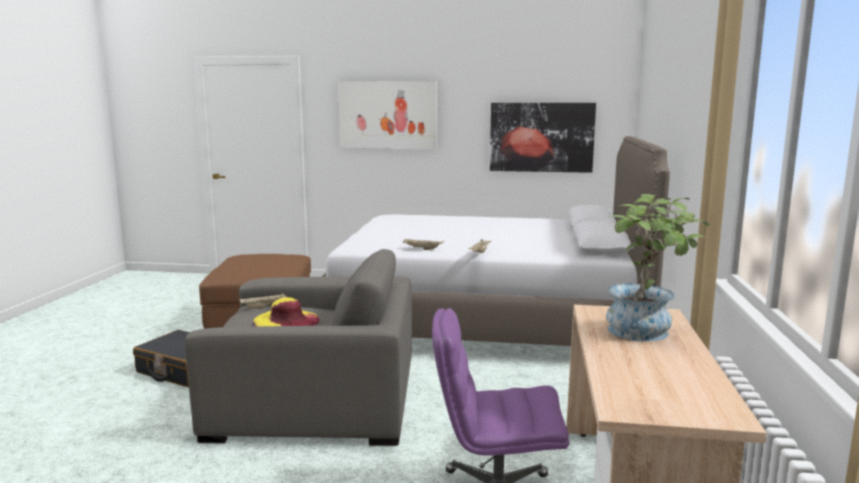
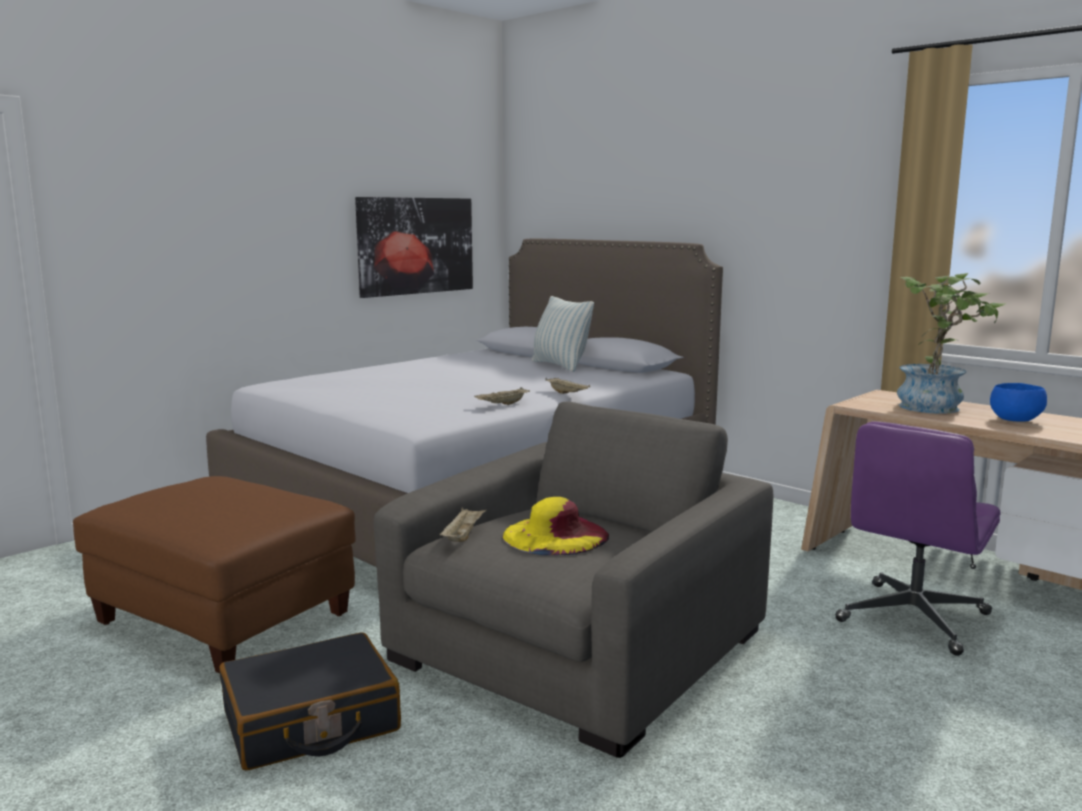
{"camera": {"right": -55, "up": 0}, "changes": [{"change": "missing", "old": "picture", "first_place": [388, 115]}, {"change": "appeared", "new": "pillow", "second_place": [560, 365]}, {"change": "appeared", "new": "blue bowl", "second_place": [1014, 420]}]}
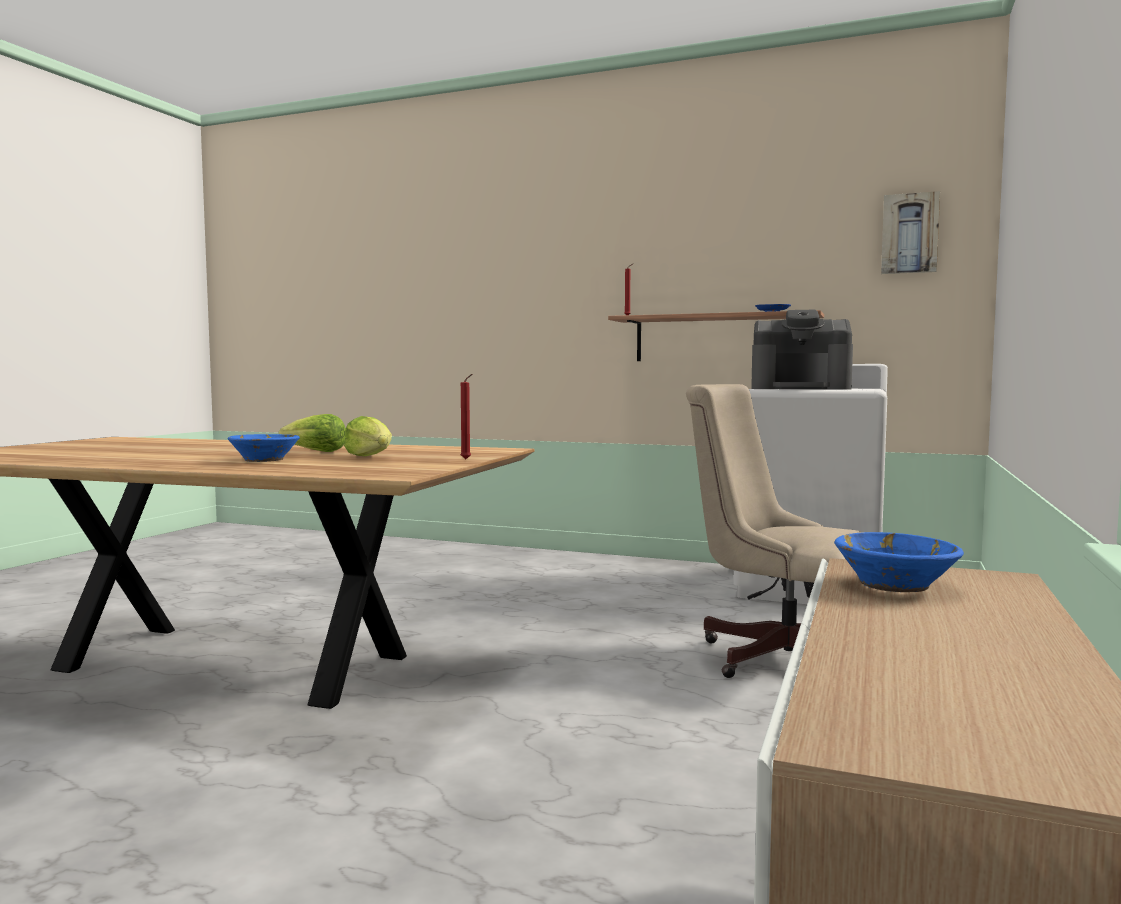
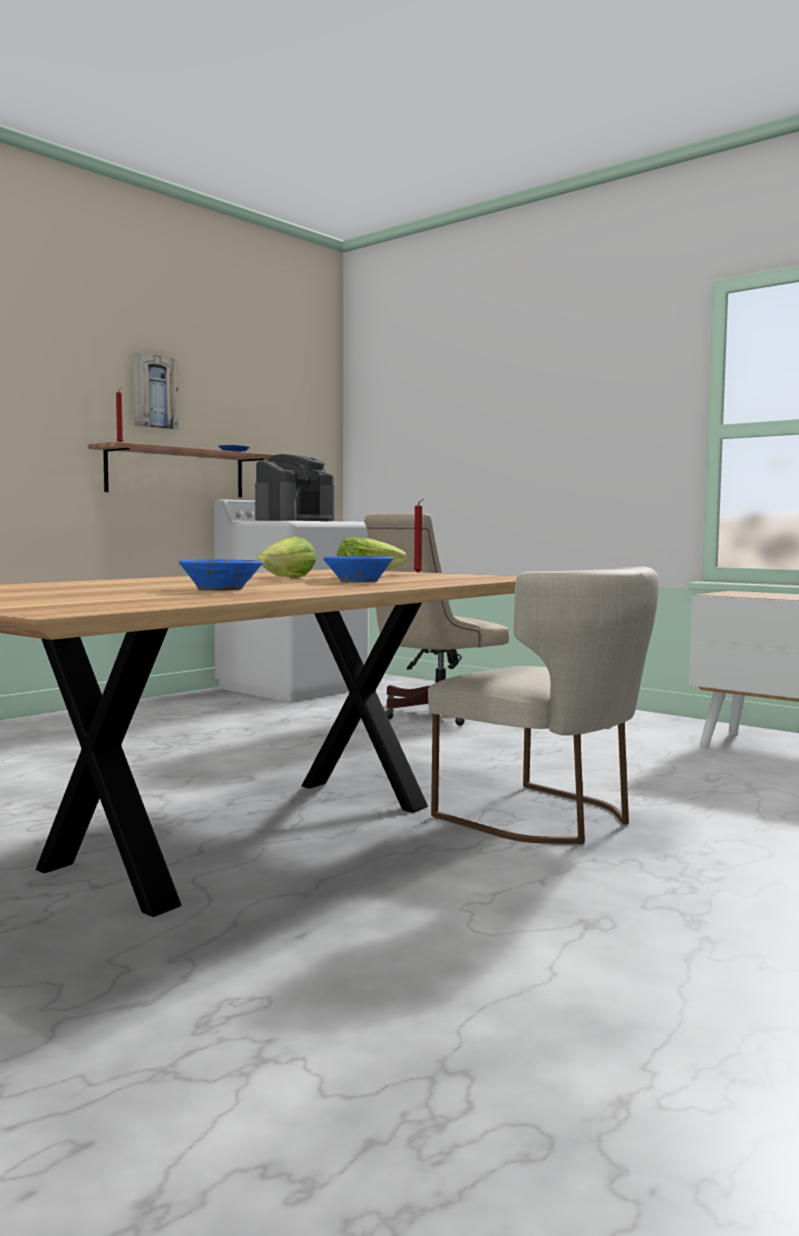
{"camera": {"right": -70, "up": 0}, "changes": [{"change": "relocated", "old": "picture", "first_place": [909, 234], "second_place": [154, 392]}, {"change": "relocated", "old": "blue bowl", "first_place": [896, 585], "second_place": [221, 589]}, {"change": "appeared", "new": "beige chair", "second_place": [547, 818]}]}
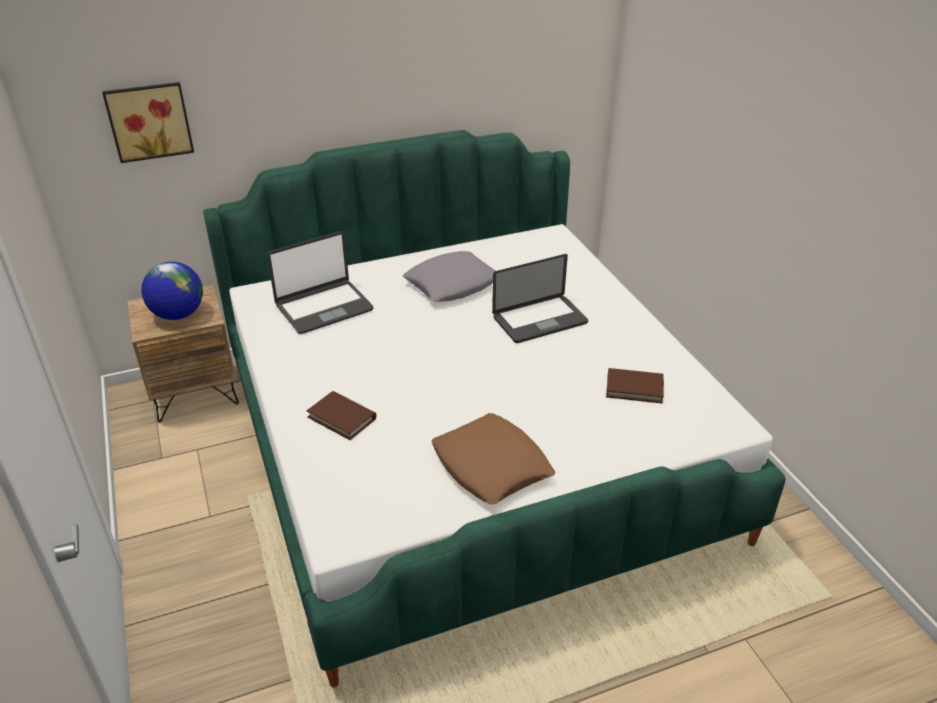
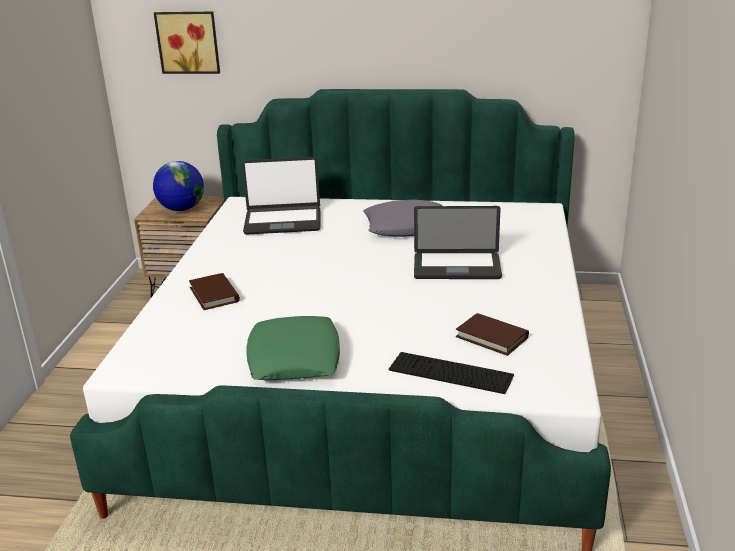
{"camera": {"right": 30, "up": -10}, "changes": [{"change": "colour", "old": "brown pillow", "new": "green pillow", "first_place": [491, 466], "second_place": [294, 358]}, {"change": "appeared", "new": "keyboard", "second_place": [450, 373]}]}
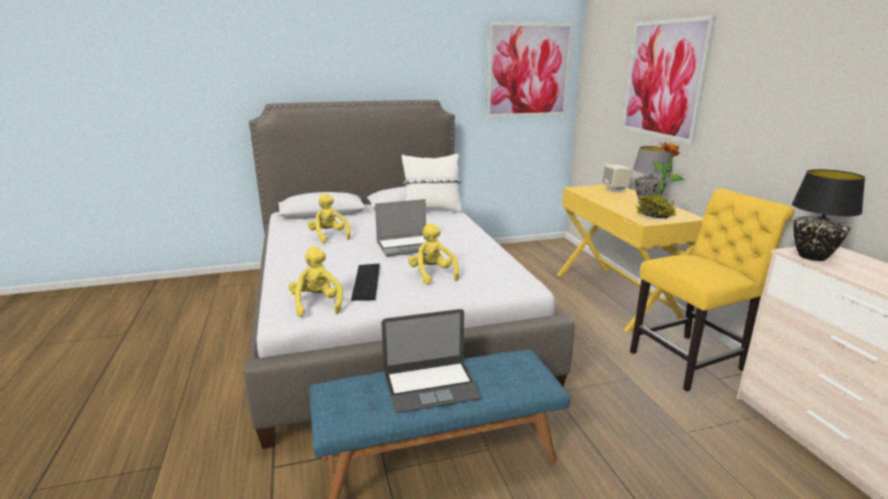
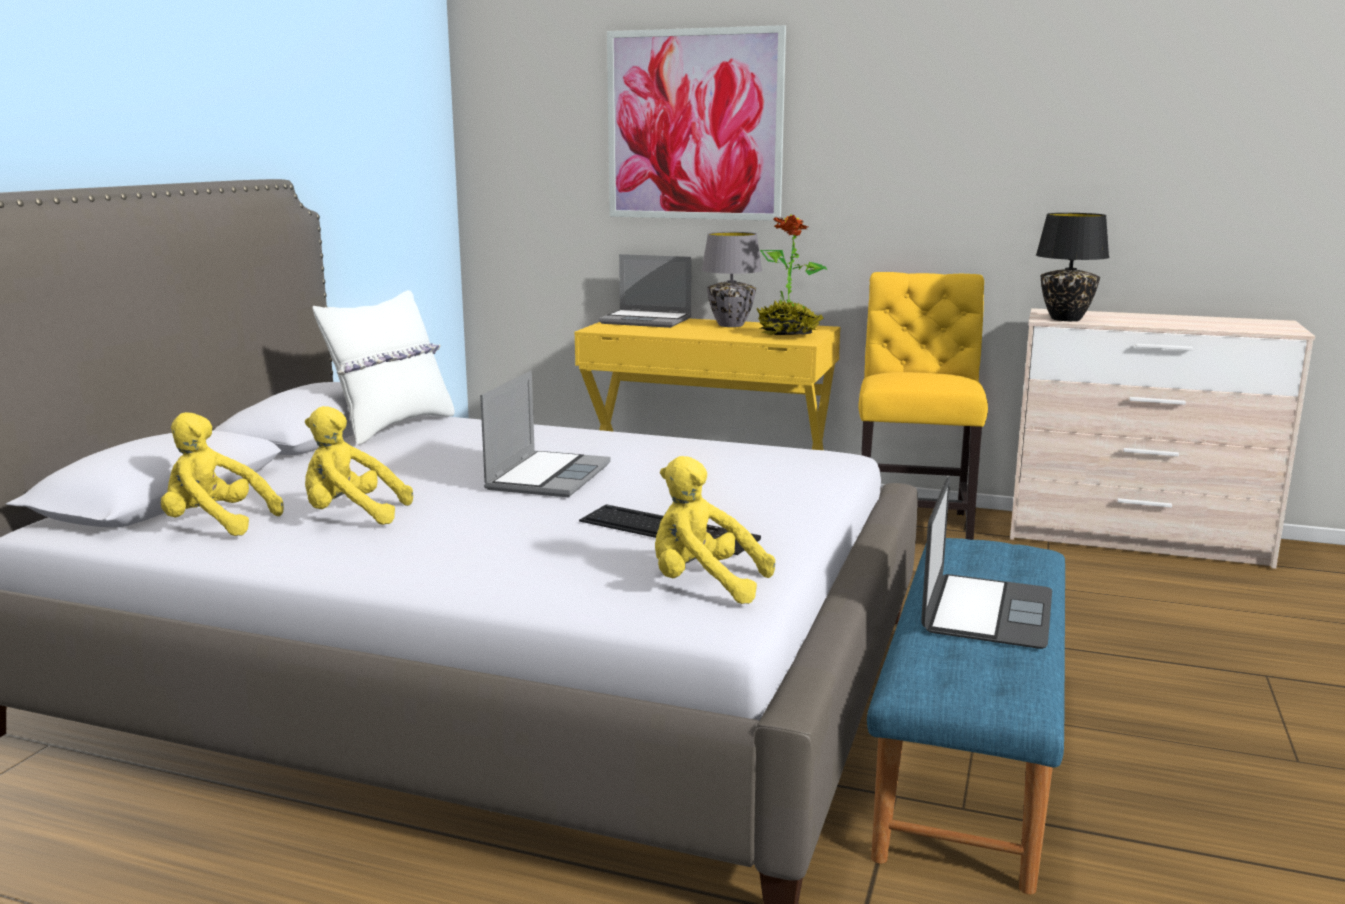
{"camera": {"right": -55, "up": -5}, "changes": [{"change": "missing", "old": "picture", "first_place": [528, 70]}, {"change": "exchanged", "old": "beige speaker", "new": "laptop", "first_place": [615, 190], "second_place": [647, 321]}, {"change": "relocated", "old": "yellow plush toy", "first_place": [432, 275], "second_place": [215, 524]}]}
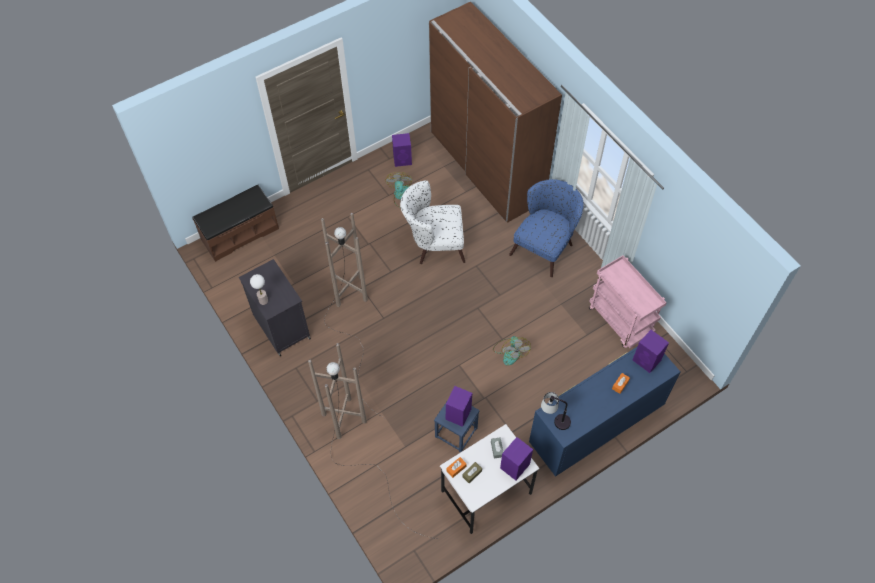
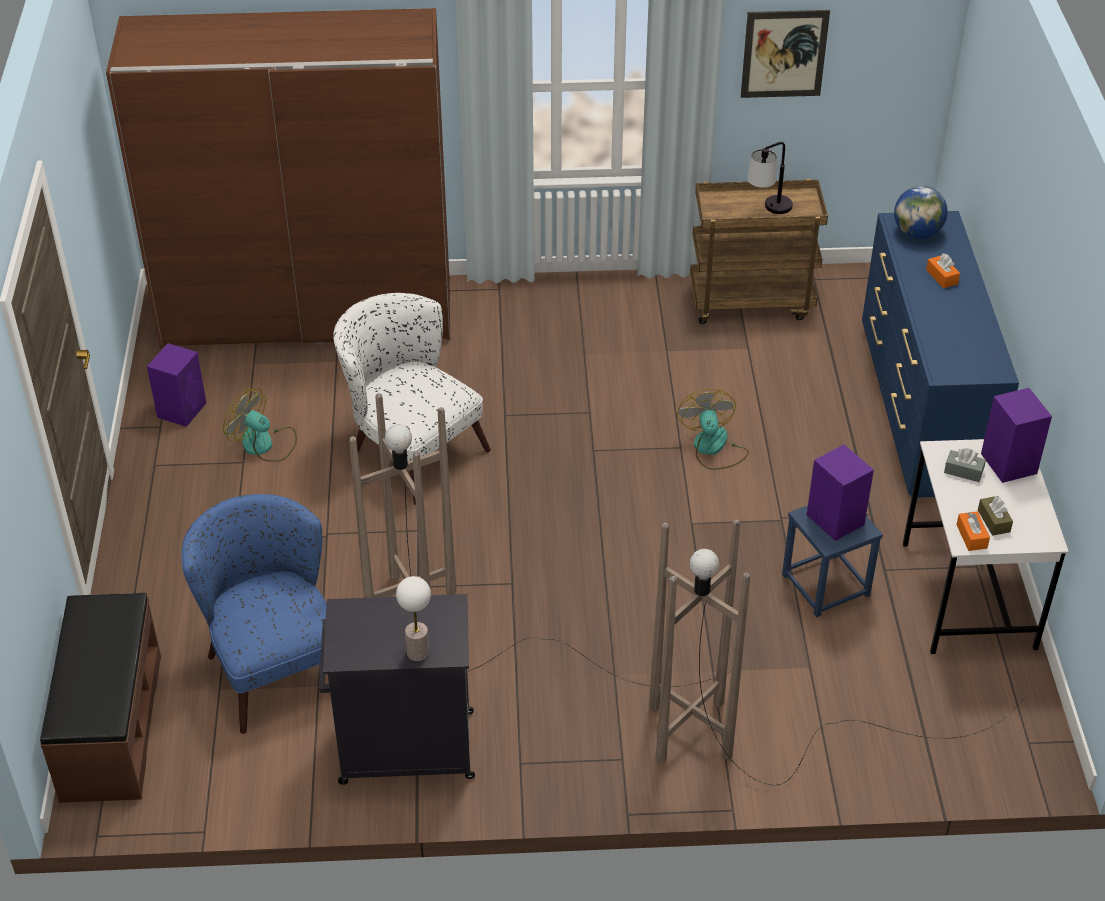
{"camera": {"right": -60, "up": -15}, "changes": [{"change": "relocated", "old": "blue armchair", "first_place": [545, 245], "second_place": [274, 662]}, {"change": "spun", "old": "white armchair", "first_place": [434, 244], "second_place": [409, 448], "degrees": 105}, {"change": "colour", "old": "pink cart", "new": "brown cart", "first_place": [621, 321], "second_place": [751, 301]}, {"change": "exchanged", "old": "purple speaker", "new": "globe", "first_place": [647, 360], "second_place": [917, 233]}, {"change": "spun", "old": "fan", "first_place": [510, 351], "second_place": [713, 448], "degrees": -120}, {"change": "relocated", "old": "table lamp", "first_place": [554, 419], "second_place": [768, 211]}, {"change": "appeared", "new": "picture", "second_place": [784, 54]}]}
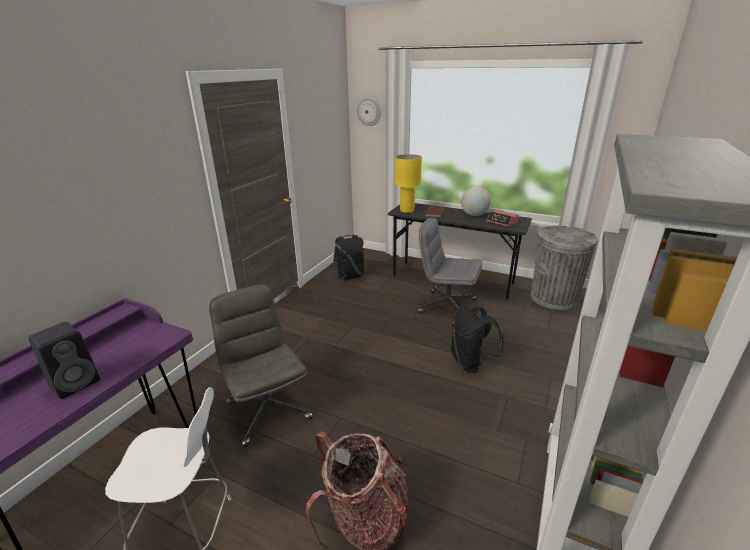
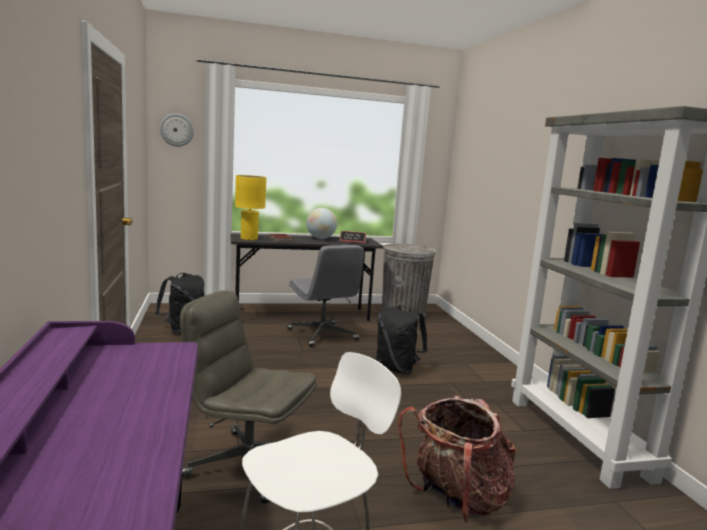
{"camera": {"right": -40, "up": -15}, "changes": [{"change": "spun", "old": "grey office chair", "first_place": [446, 306], "second_place": [323, 335], "degrees": -105}, {"change": "missing", "old": "black speaker", "first_place": [76, 382]}]}
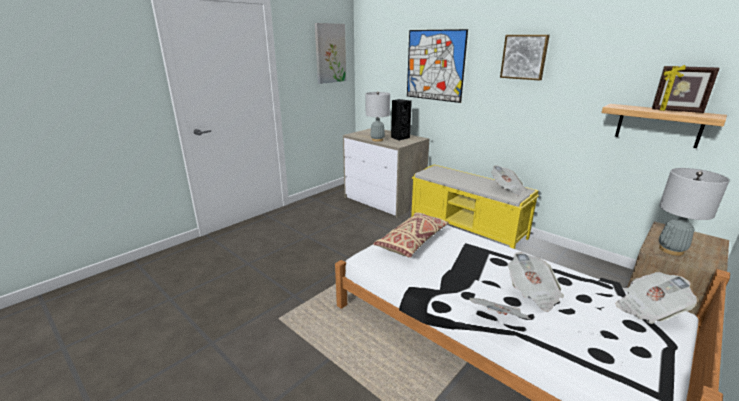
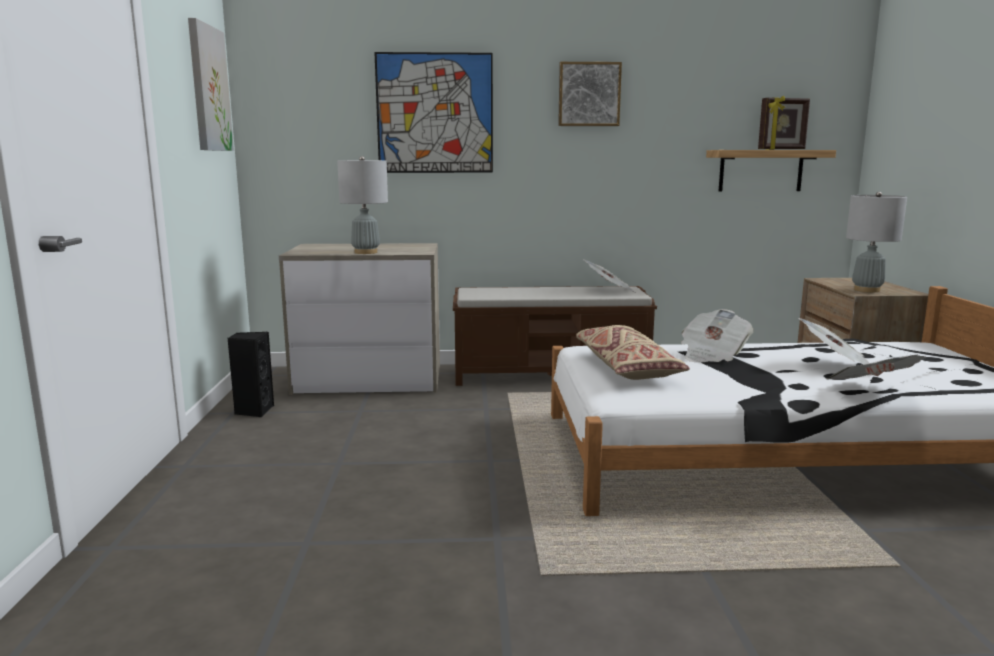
{"camera": {"right": -45, "up": -10}, "changes": [{"change": "relocated", "old": "black speaker", "first_place": [399, 138], "second_place": [254, 411]}, {"change": "colour", "old": "yellow bench", "new": "brown bench", "first_place": [467, 227], "second_place": [551, 374]}, {"change": "relocated", "old": "newspaper", "first_place": [648, 309], "second_place": [712, 355]}]}
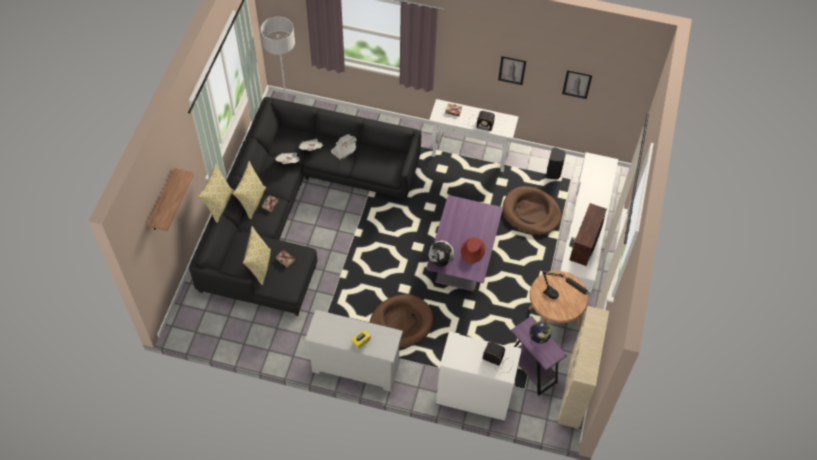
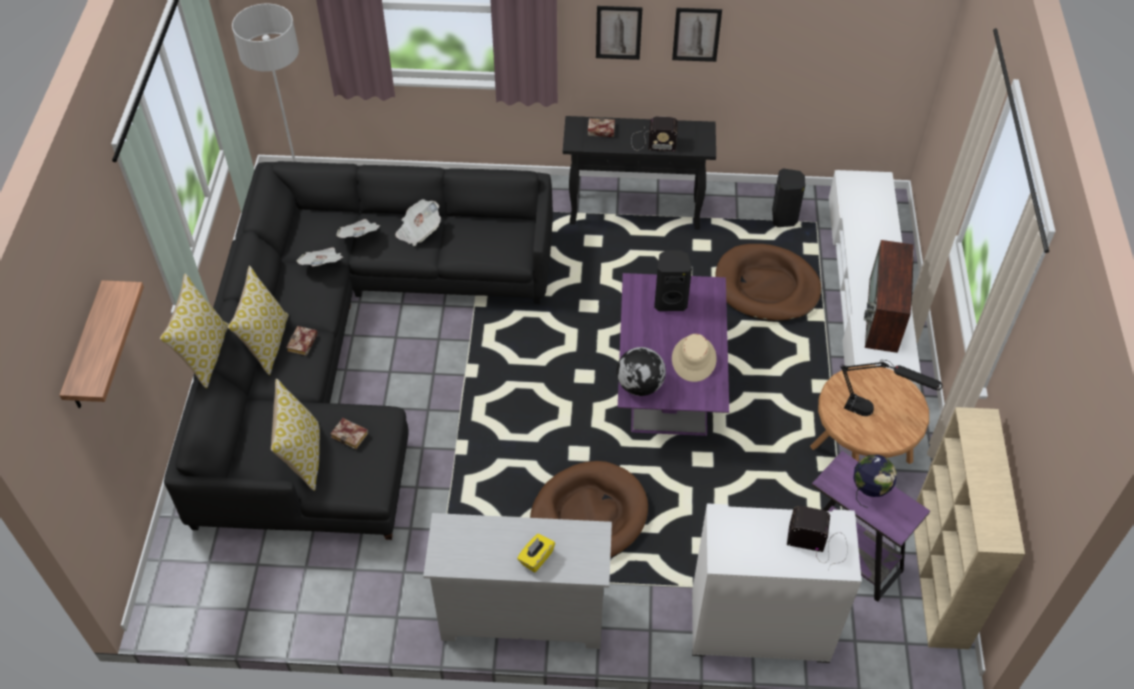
{"camera": {"right": -10, "up": -5}, "changes": [{"change": "relocated", "old": "picture", "first_place": [577, 84], "second_place": [618, 32]}, {"change": "colour", "old": "white console table", "new": "black console table", "first_place": [470, 155], "second_place": [636, 212]}, {"change": "colour", "old": "red hat", "new": "beige hat", "first_place": [473, 250], "second_place": [694, 359]}, {"change": "appeared", "new": "black speaker", "second_place": [670, 301]}]}
